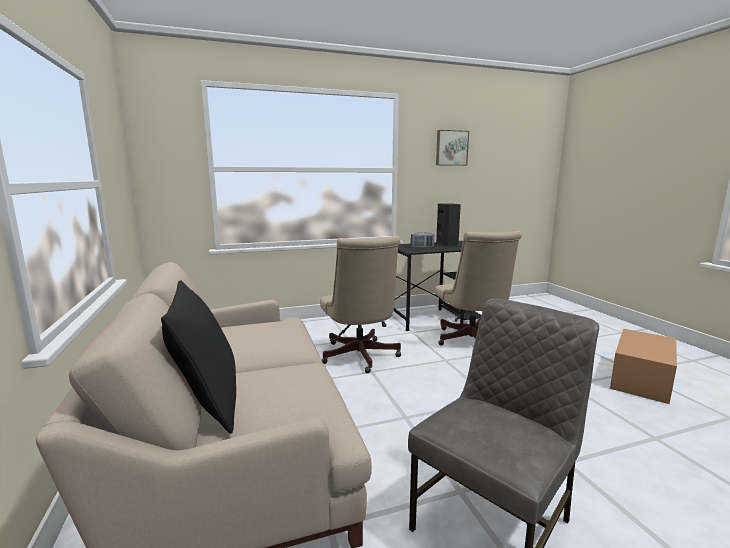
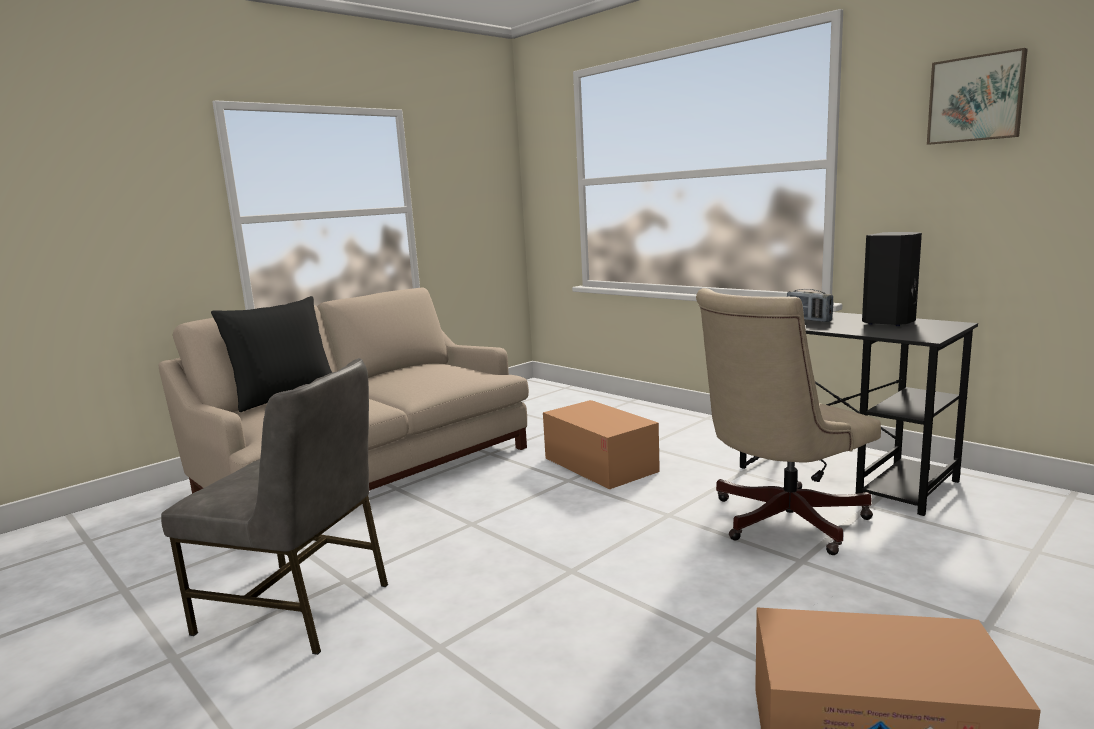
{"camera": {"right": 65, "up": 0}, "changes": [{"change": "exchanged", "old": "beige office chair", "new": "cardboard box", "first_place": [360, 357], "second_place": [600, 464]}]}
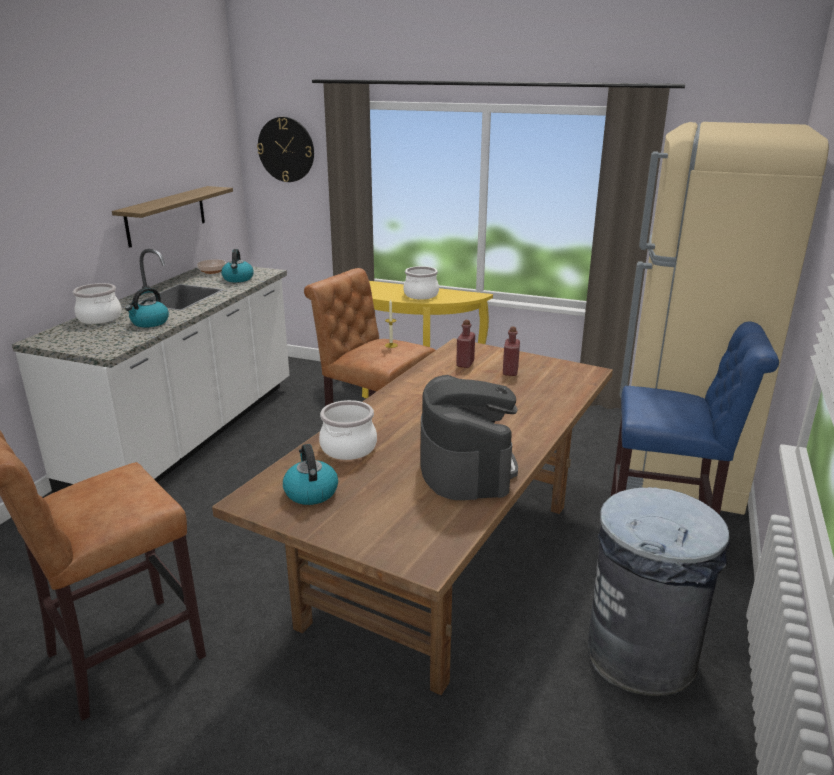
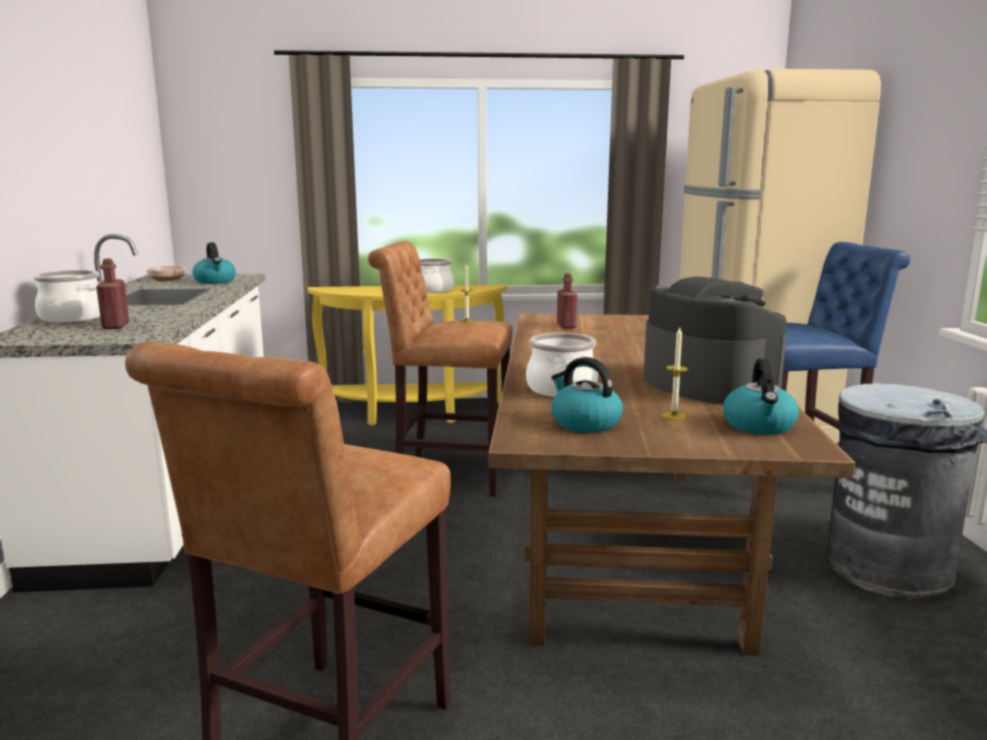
{"camera": {"right": -25, "up": -10}, "changes": [{"change": "missing", "old": "wall clock", "first_place": [286, 149]}, {"change": "missing", "old": "shelf", "first_place": [166, 216]}, {"change": "relocated", "old": "kettle", "first_place": [149, 322], "second_place": [759, 426]}, {"change": "relocated", "old": "red bottle", "first_place": [510, 371], "second_place": [116, 326]}, {"change": "appeared", "new": "candle", "second_place": [674, 416]}]}
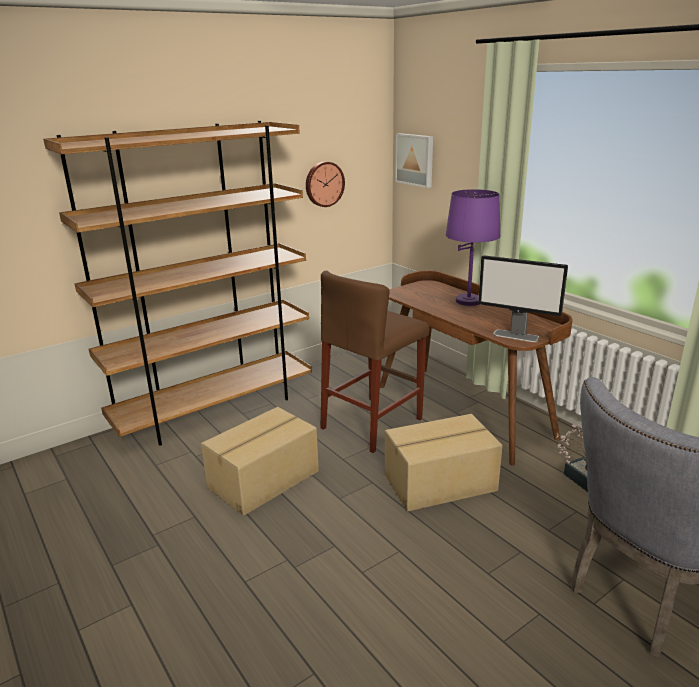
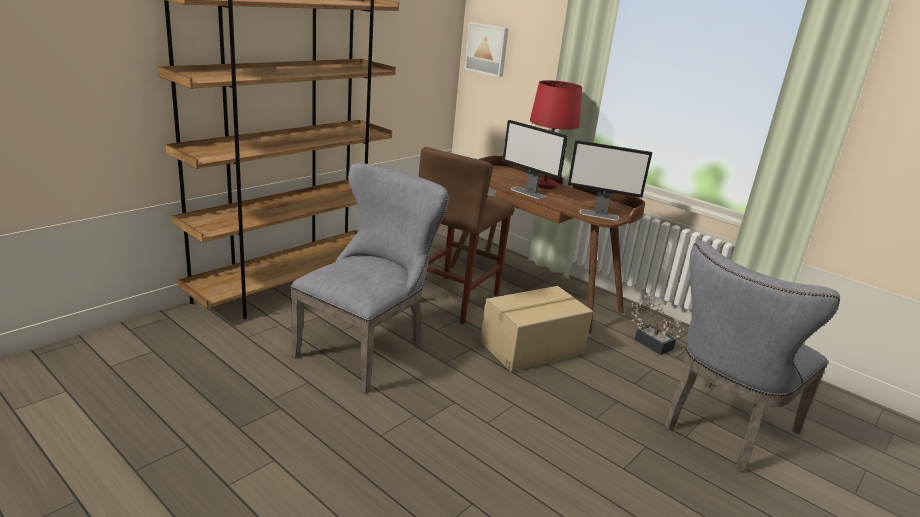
{"camera": {"right": -15, "up": 0}, "changes": [{"change": "missing", "old": "wall clock", "first_place": [324, 184]}, {"change": "colour", "old": "purple table lamp", "new": "red table lamp", "first_place": [468, 301], "second_place": [544, 185]}, {"change": "exchanged", "old": "cardboard box", "new": "grey chair", "first_place": [265, 480], "second_place": [367, 348]}, {"change": "appeared", "new": "monitor", "second_place": [528, 193]}]}
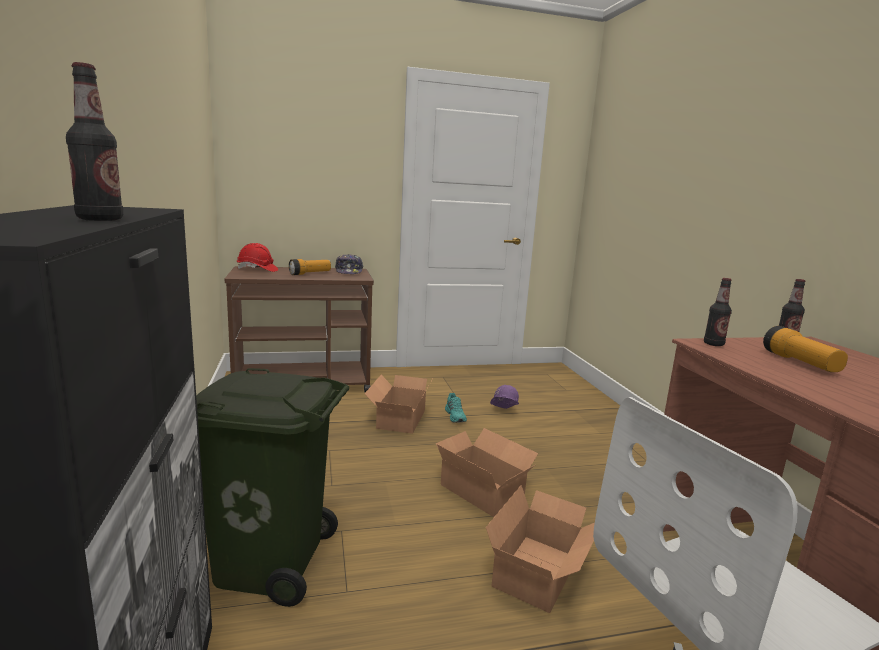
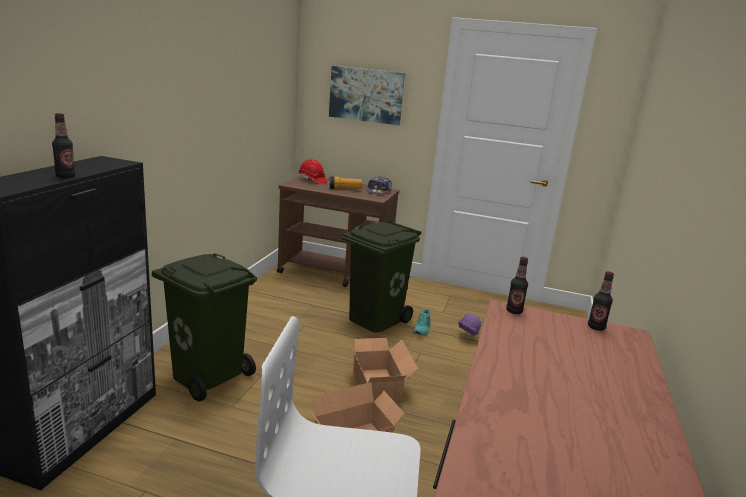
{"camera": {"right": 30, "up": 5}, "changes": [{"change": "missing", "old": "flashlight", "first_place": [800, 363]}, {"change": "exchanged", "old": "cardboard box", "new": "green trash can", "first_place": [398, 419], "second_place": [374, 319]}, {"change": "appeared", "new": "picture", "second_place": [366, 95]}]}
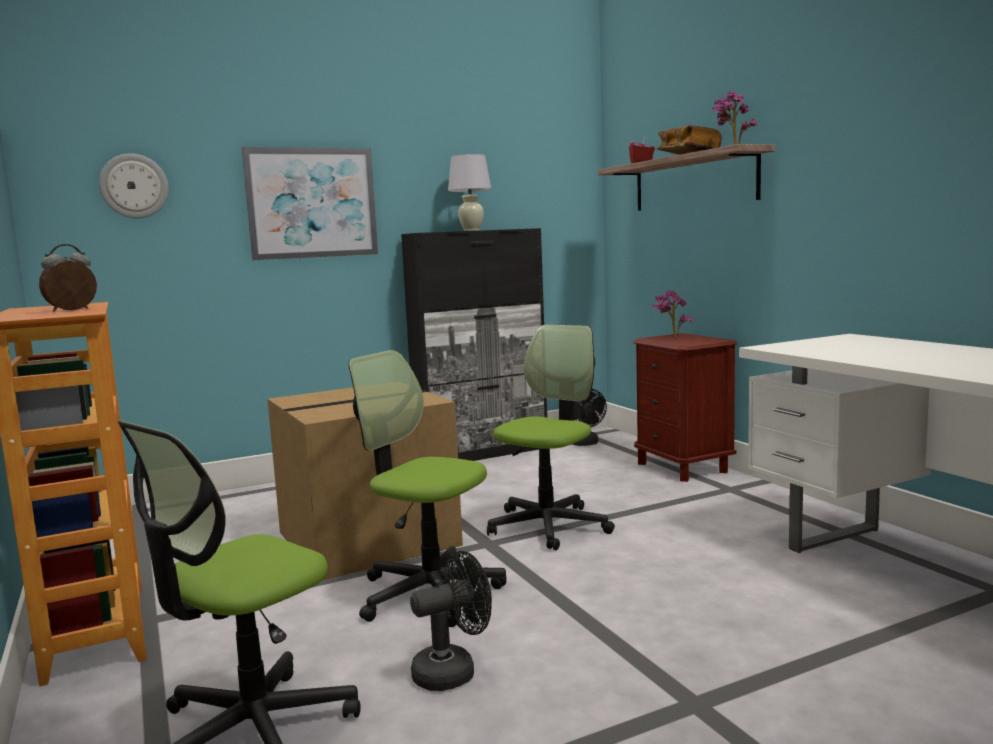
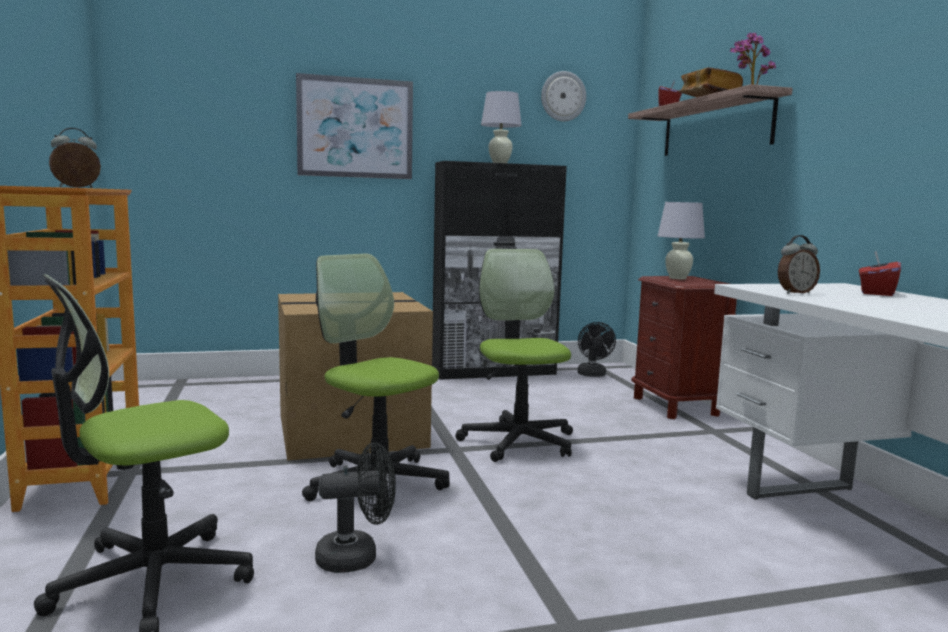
{"camera": {"right": 10, "up": 0}, "changes": [{"change": "relocated", "old": "wall clock", "first_place": [134, 186], "second_place": [563, 96]}, {"change": "exchanged", "old": "potted plant", "new": "white table lamp", "first_place": [672, 337], "second_place": [677, 278]}, {"change": "spun", "old": "office chair", "first_place": [548, 526], "second_place": [518, 442], "degrees": -60}, {"change": "appeared", "new": "alarm clock", "second_place": [795, 293]}, {"change": "appeared", "new": "red tissue box", "second_place": [876, 293]}]}
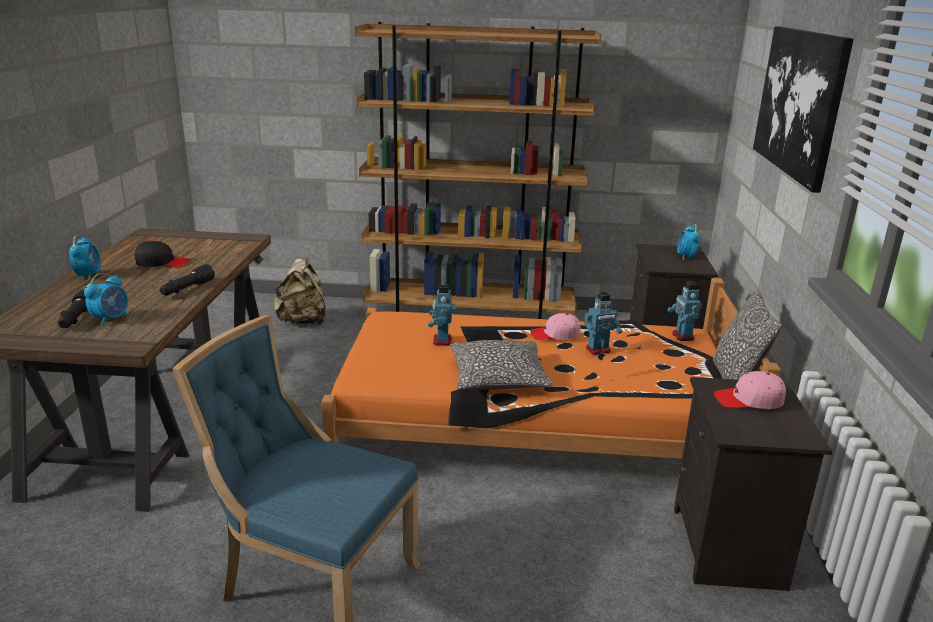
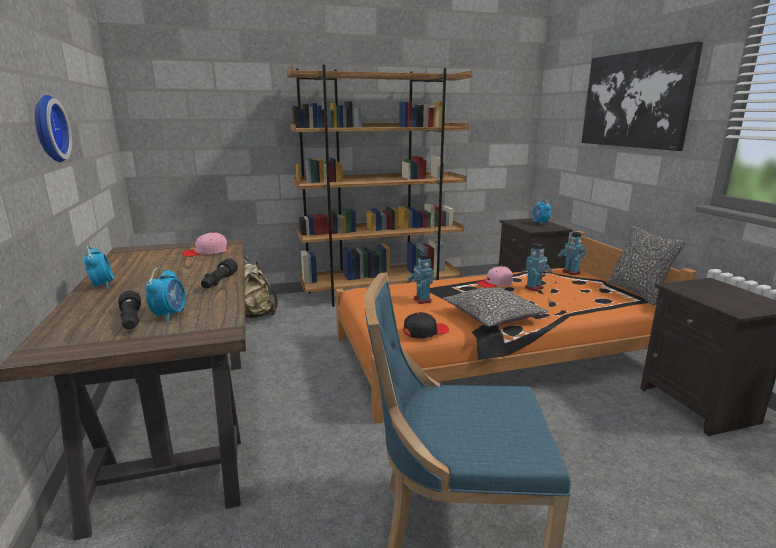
{"camera": {"right": -20, "up": -5}, "changes": [{"change": "relocated", "old": "black cap", "first_place": [162, 263], "second_place": [425, 332]}, {"change": "relocated", "old": "pink cap", "first_place": [749, 400], "second_place": [206, 252]}, {"change": "appeared", "new": "wall clock", "second_place": [47, 129]}]}
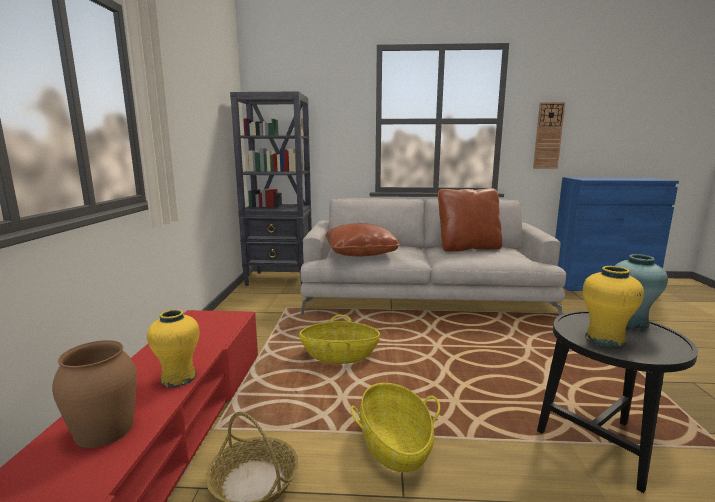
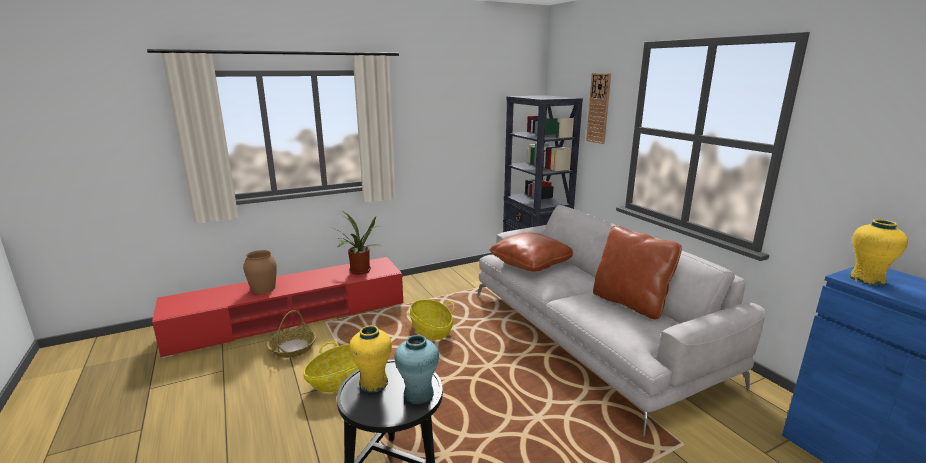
{"camera": {"right": 60, "up": 5}, "changes": [{"change": "relocated", "old": "wall clock", "first_place": [548, 136], "second_place": [598, 108]}, {"change": "relocated", "old": "yellow vase", "first_place": [178, 378], "second_place": [866, 279]}, {"change": "appeared", "new": "potted plant", "second_place": [358, 271]}]}
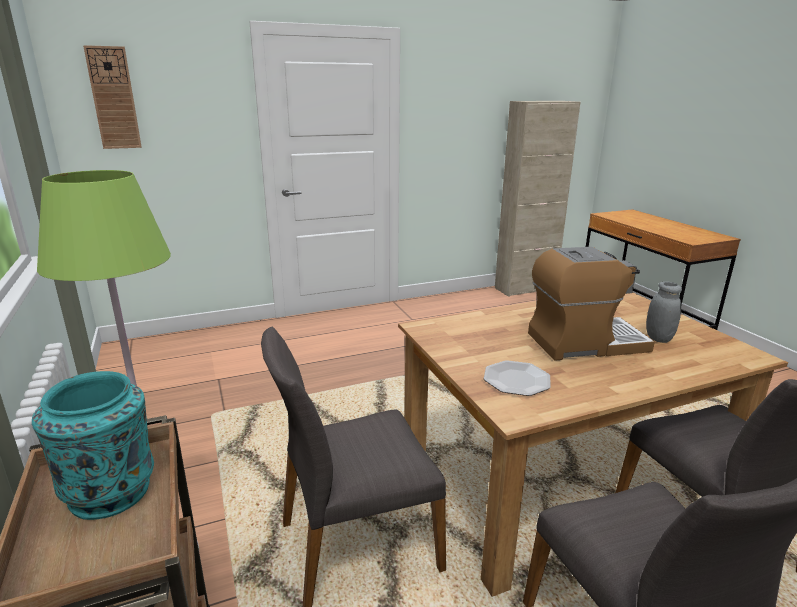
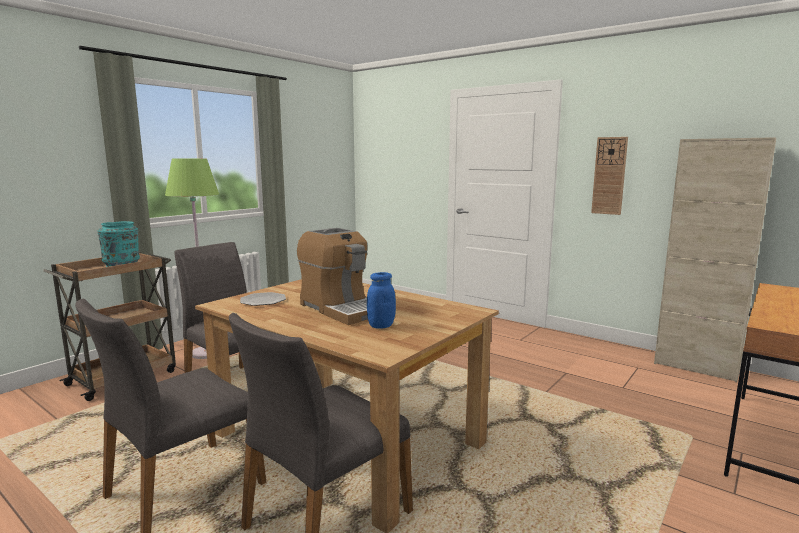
{"camera": {"right": 60, "up": -10}, "changes": [{"change": "relocated", "old": "wall clock", "first_place": [113, 98], "second_place": [609, 176]}, {"change": "colour", "old": "grey jar", "new": "blue jar", "first_place": [658, 338], "second_place": [381, 325]}]}
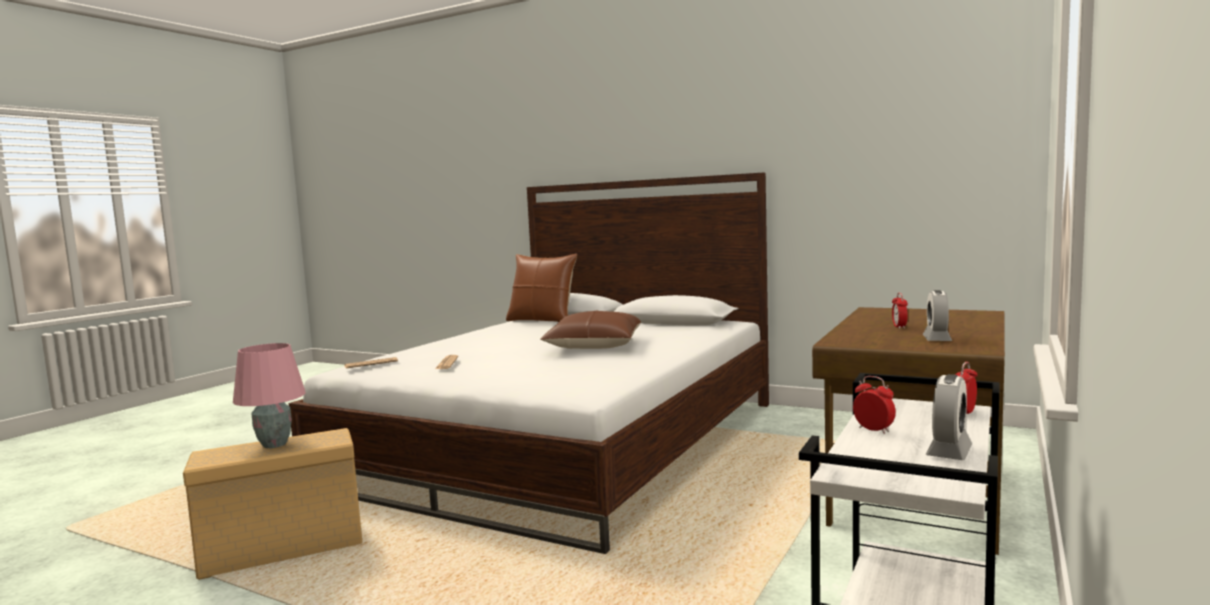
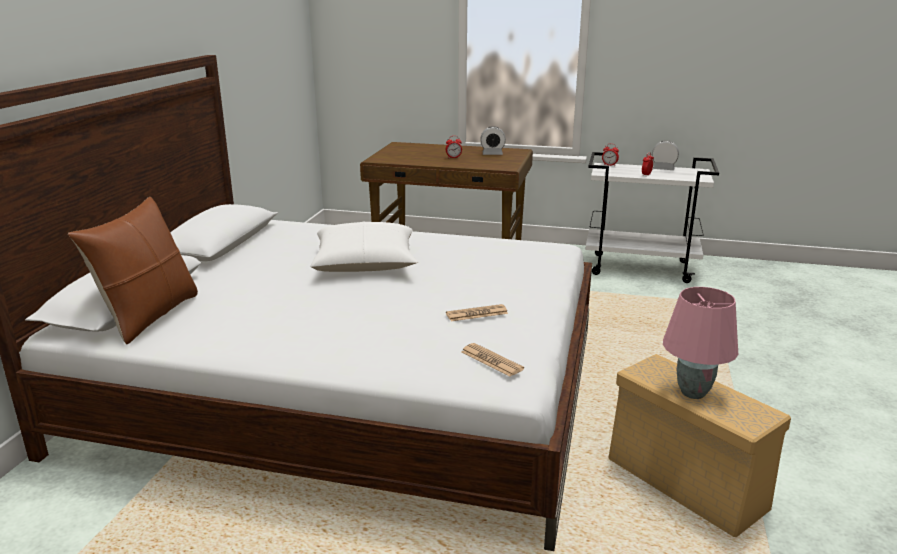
{"camera": {"right": -105, "up": 15}, "changes": [{"change": "colour", "old": "brown pillow", "new": "white pillow", "first_place": [593, 345], "second_place": [365, 263]}]}
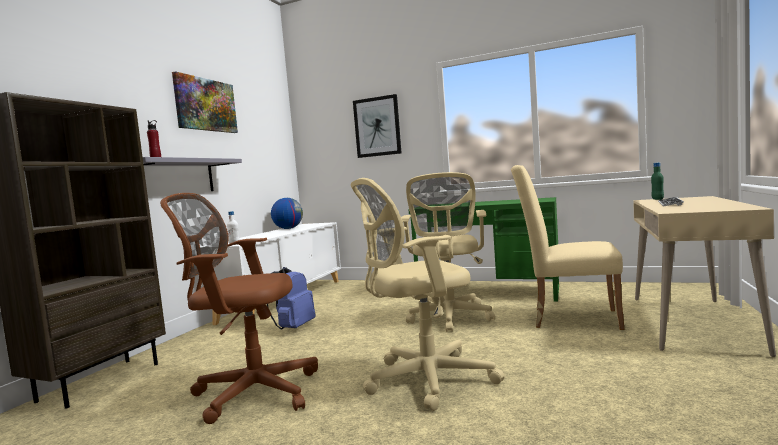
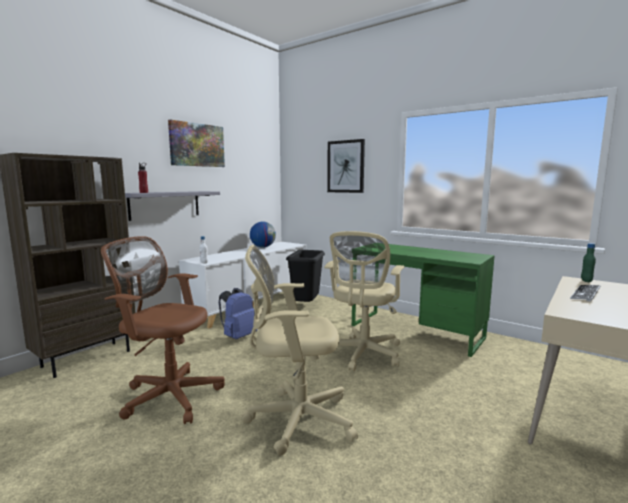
{"camera": {"right": 15, "up": 5}, "changes": [{"change": "missing", "old": "beige chair", "first_place": [567, 317]}, {"change": "appeared", "new": "black trash can", "second_place": [306, 306]}]}
